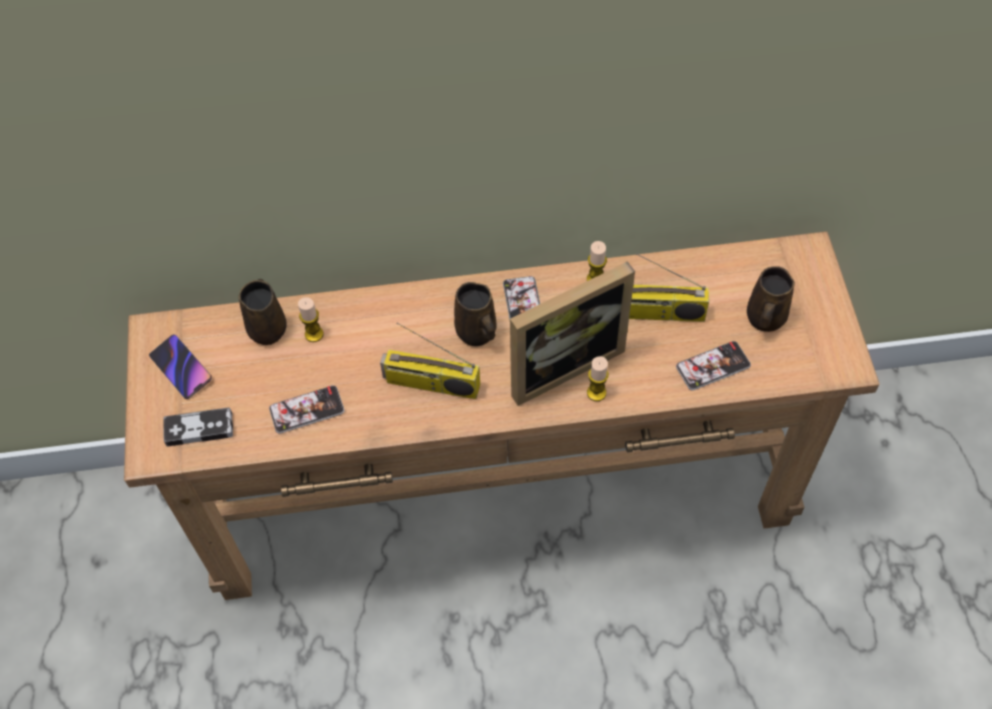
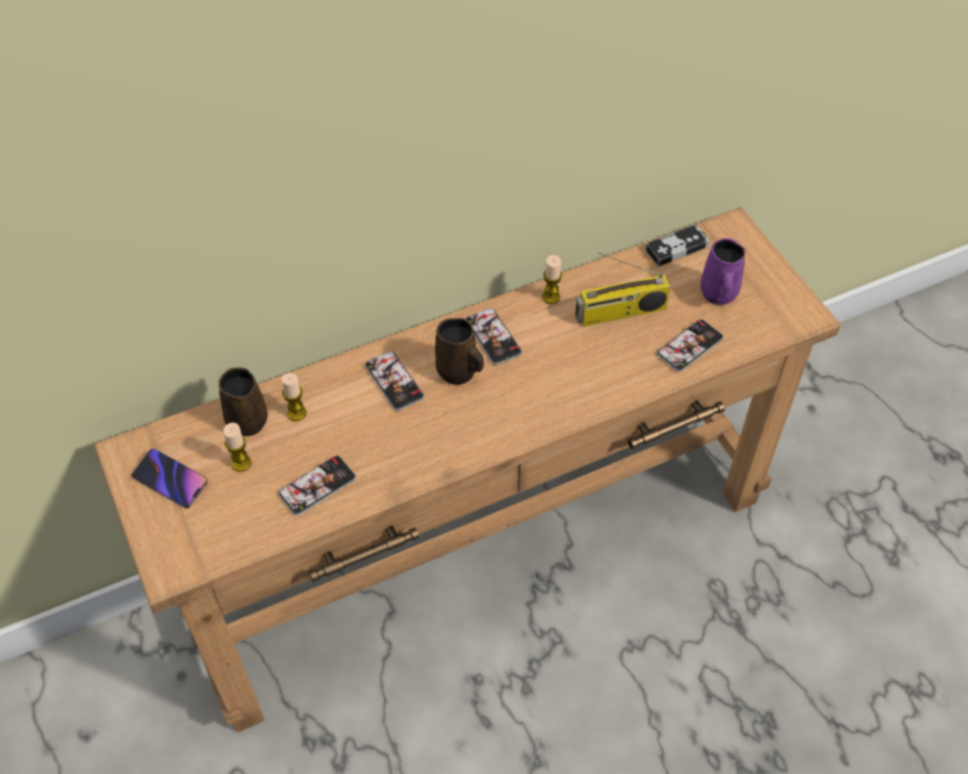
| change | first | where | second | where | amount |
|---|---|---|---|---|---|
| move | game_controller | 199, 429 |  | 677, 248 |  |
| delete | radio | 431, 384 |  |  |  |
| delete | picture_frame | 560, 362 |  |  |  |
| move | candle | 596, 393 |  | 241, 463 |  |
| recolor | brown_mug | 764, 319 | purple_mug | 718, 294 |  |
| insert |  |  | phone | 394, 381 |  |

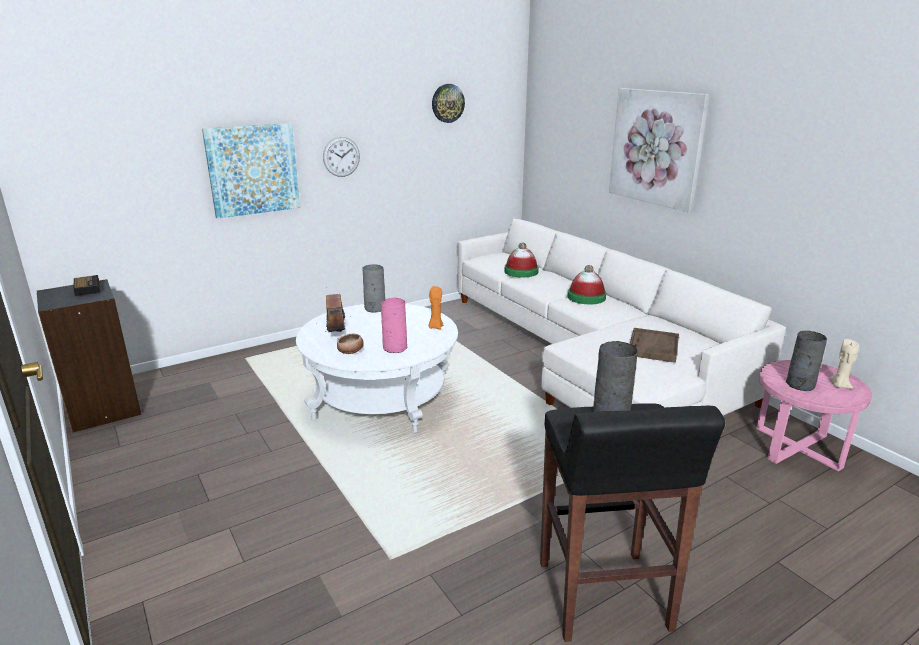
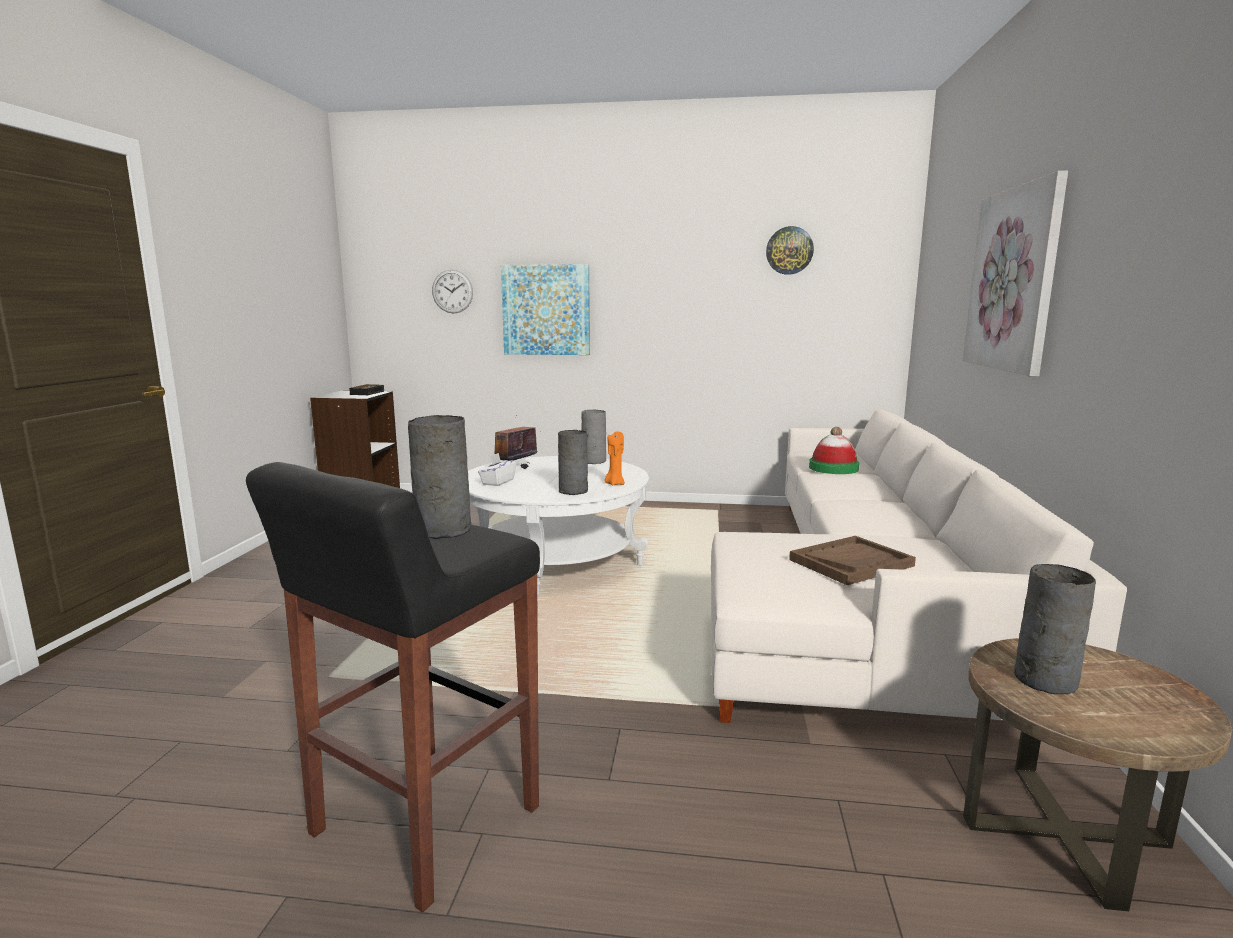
| change | first | where | second | where | amount |
|---|---|---|---|---|---|
| move | wall_clock | 341, 157 |  | 452, 291 |  |
| replace | bowl | 351, 352 | white_tissue_box | 497, 482 |  |
| delete | pink_vase | 395, 347 |  |  |  |
| delete | hat | 586, 297 |  |  |  |
| recolor | pink_side_table | 797, 447 | brown_side_table | 1064, 831 |  |
| delete | beige_candle | 839, 385 |  |  |  |
| insert |  |  | grey_vase | 574, 491 |  |

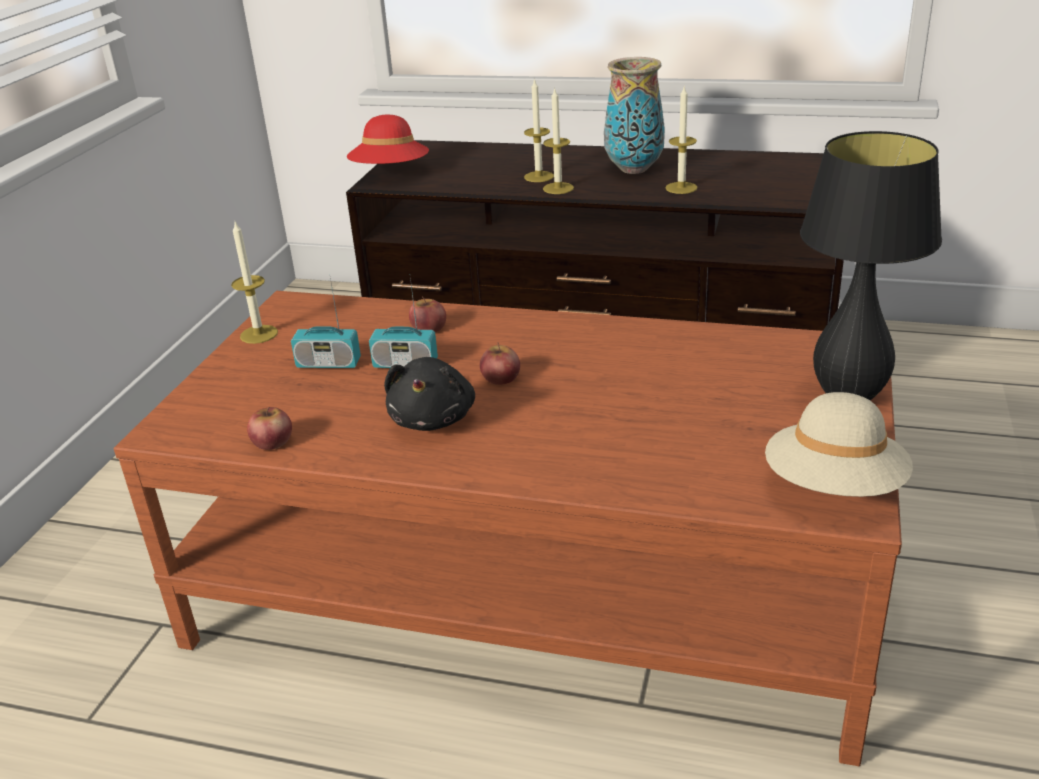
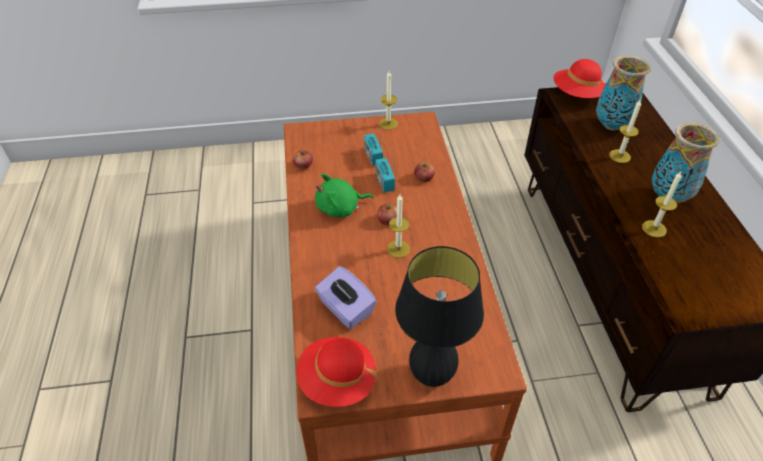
| change | first | where | second | where | amount |
|---|---|---|---|---|---|
| recolor | black_plush_toy | 433, 419 | green_plush_toy | 340, 208 |  |
| move | candle | 558, 188 |  | 398, 249 |  |
| recolor | beige_hat | 834, 487 | red_hat | 337, 381 |  |
| insert |  |  | purple_tissue_box | 345, 309 |  |
| insert |  |  | vase | 612, 125 |  |

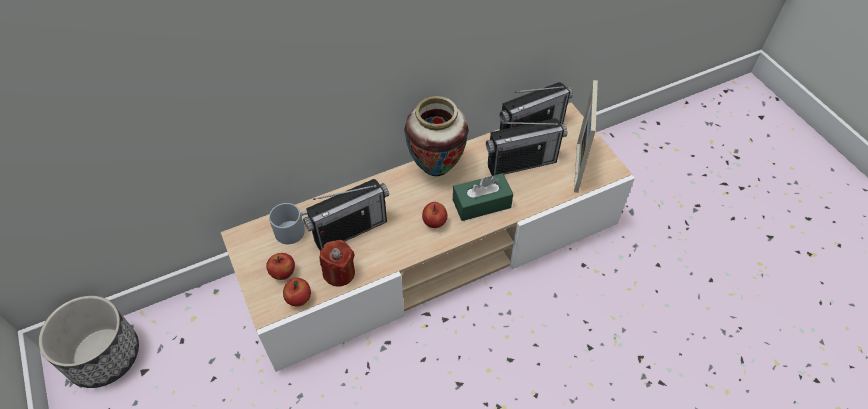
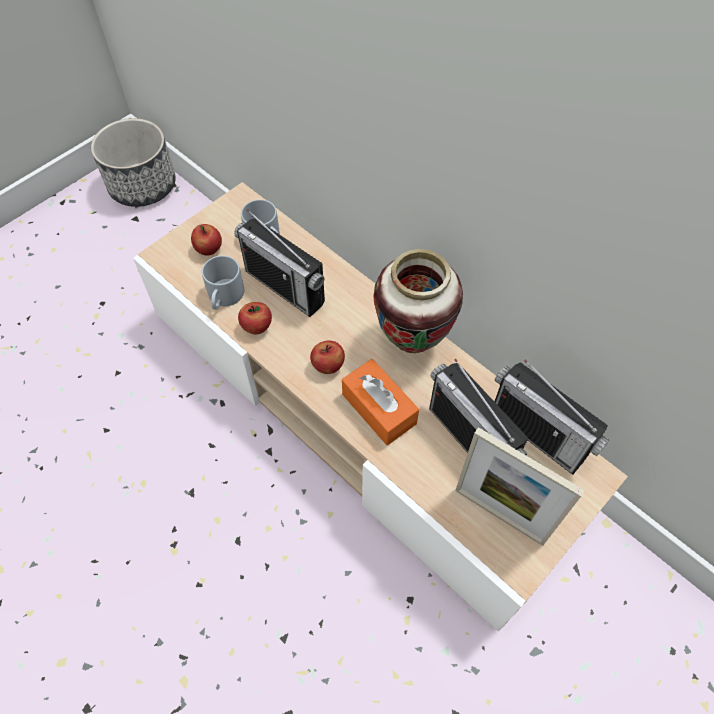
| change | first | where | second | where | amount |
|---|---|---|---|---|---|
| move | apple | 299, 299 |  | 257, 327 |  |
| replace | red_candle | 339, 273 | grey_mug | 225, 297 |  |
| recolor | green_tissue_box | 481, 204 | orange_tissue_box | 379, 409 |  |
| rotate | picture_frame | 577, 167 |  | 499, 515 | 135 degrees counterclockwise |

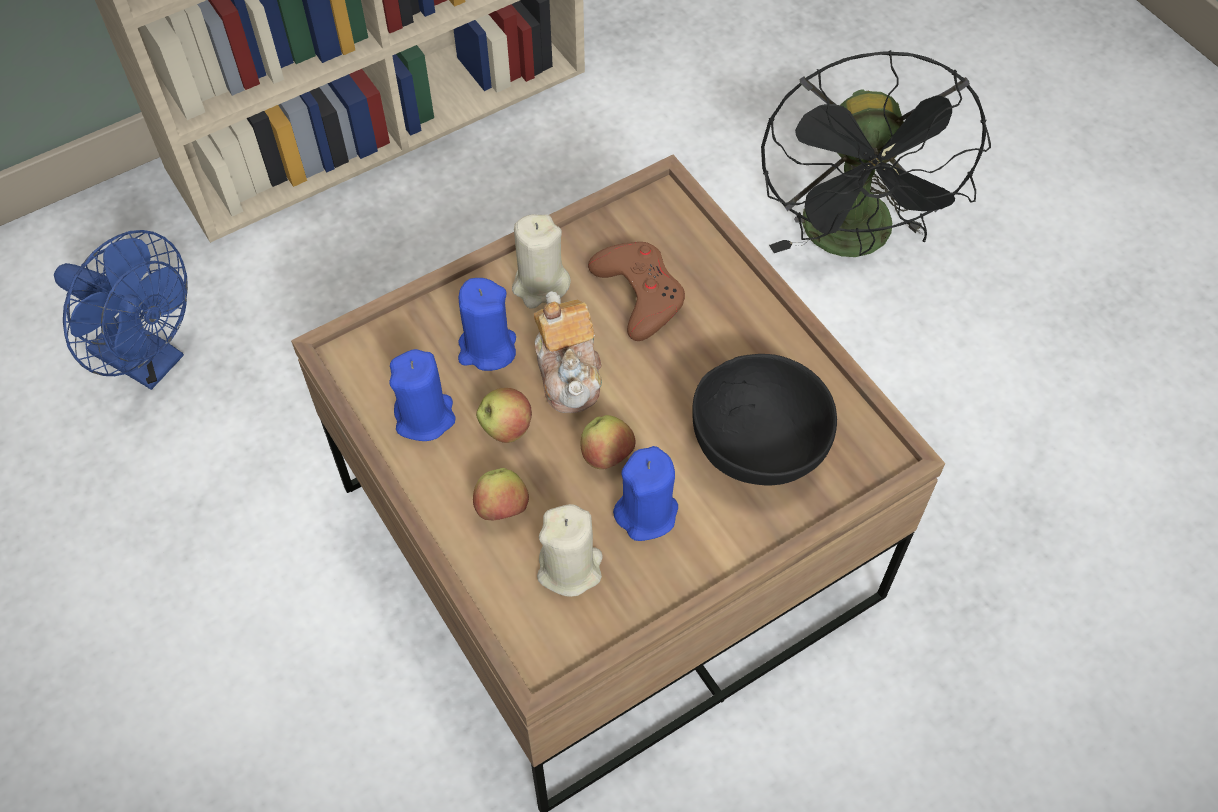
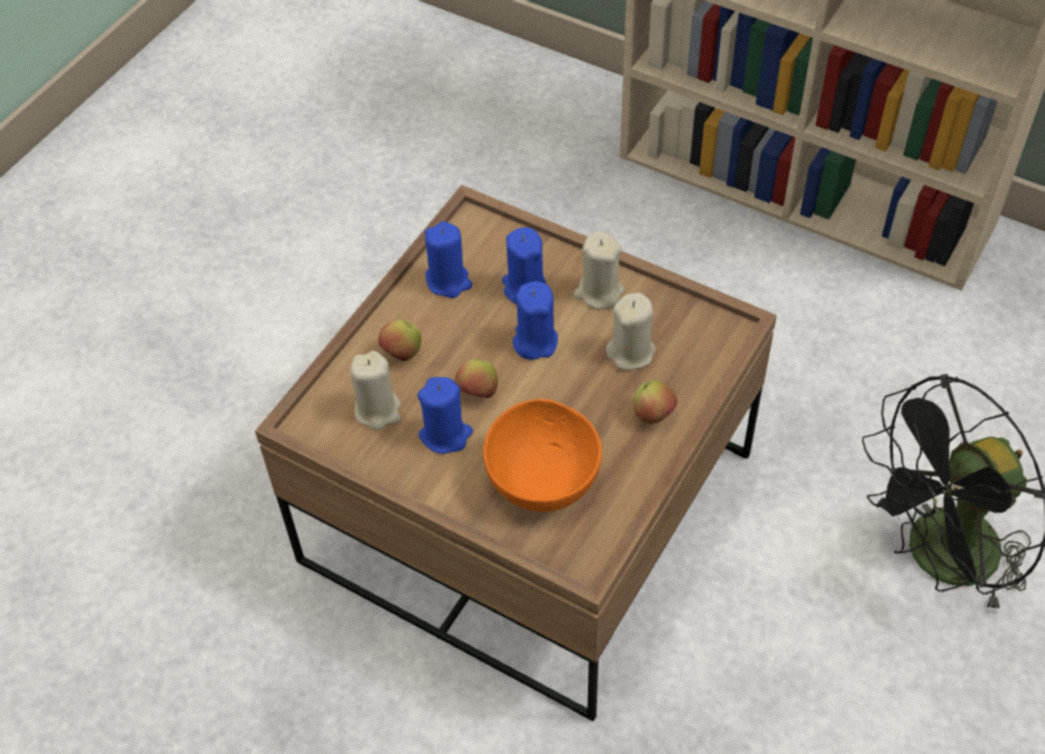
| change | first | where | second | where | amount |
|---|---|---|---|---|---|
| delete | blue_fan | 150, 361 |  |  |  |
| move | apple | 506, 428 |  | 653, 415 |  |
| replace | teapot | 569, 372 | blue_candle | 535, 341 |  |
| replace | brown_game_controller | 639, 293 | beige_candle | 631, 352 |  |
| recolor | black_bowl | 756, 442 | orange_bowl | 544, 476 |  |

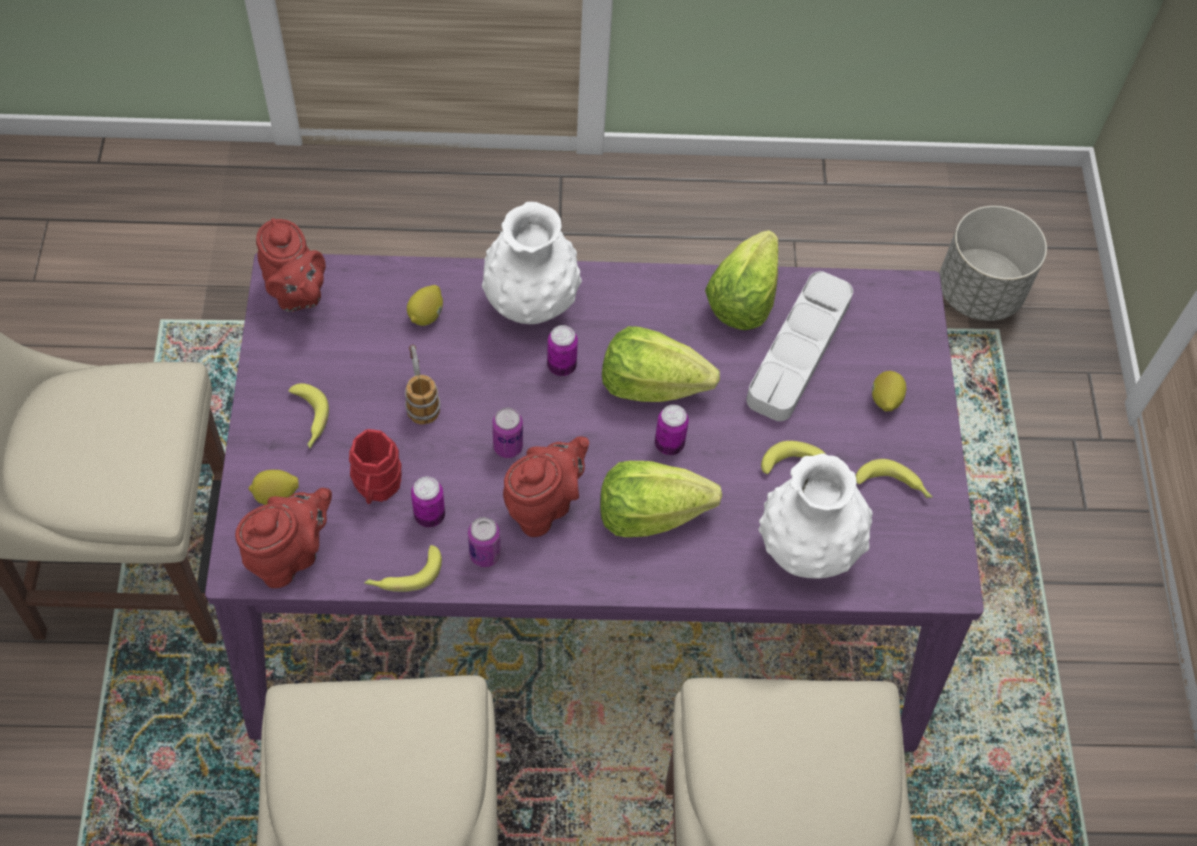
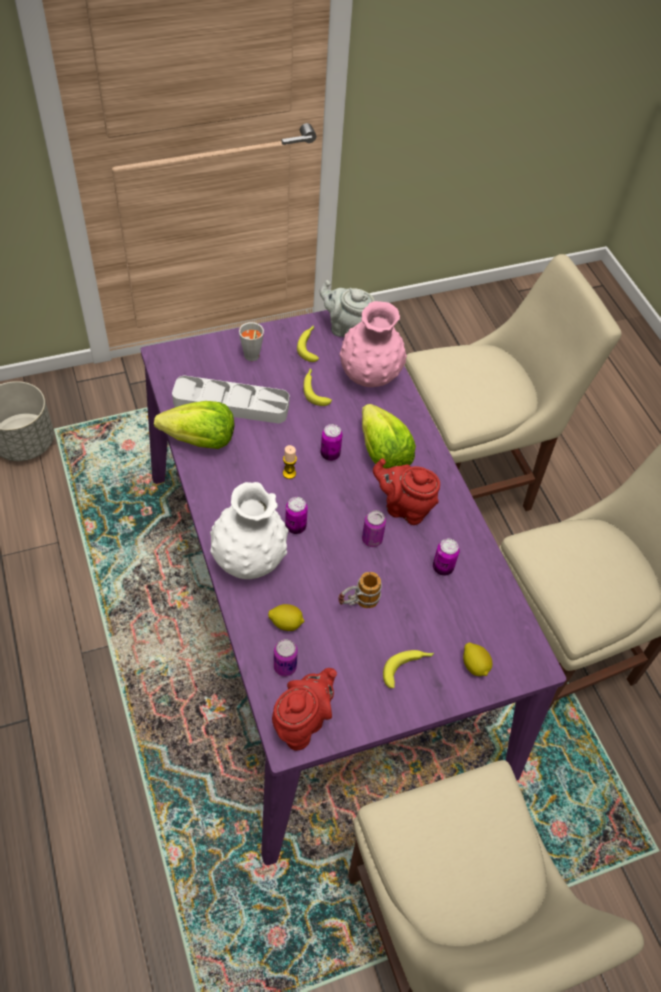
| change | first | where | second | where | amount |
|---|---|---|---|---|---|
| delete | red_teapot | 290, 555 |  |  |  |
| delete | red_mug | 376, 486 |  |  |  |
| delete | banana | 404, 575 |  |  |  |
| move | can | 485, 554 |  | 285, 667 |  |
| replace | lettuce | 651, 384 | candle | 289, 473 |  |
| recolor | white_vase | 807, 548 | pink_vase | 369, 376 |  |
| replace | lemon | 885, 400 | grey_cup | 251, 358 |  |
| insert |  |  | grey_teapot | 347, 330 |  |

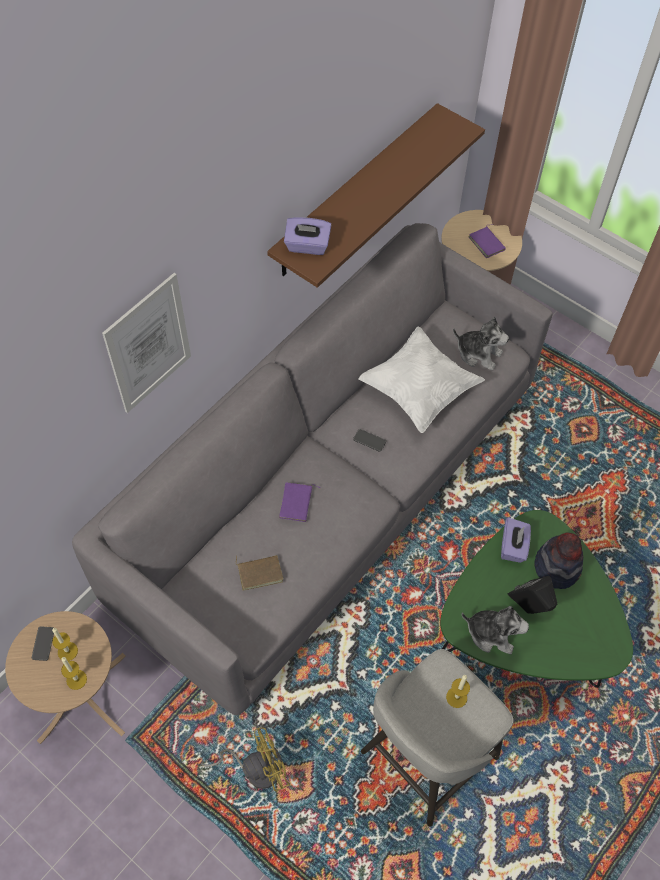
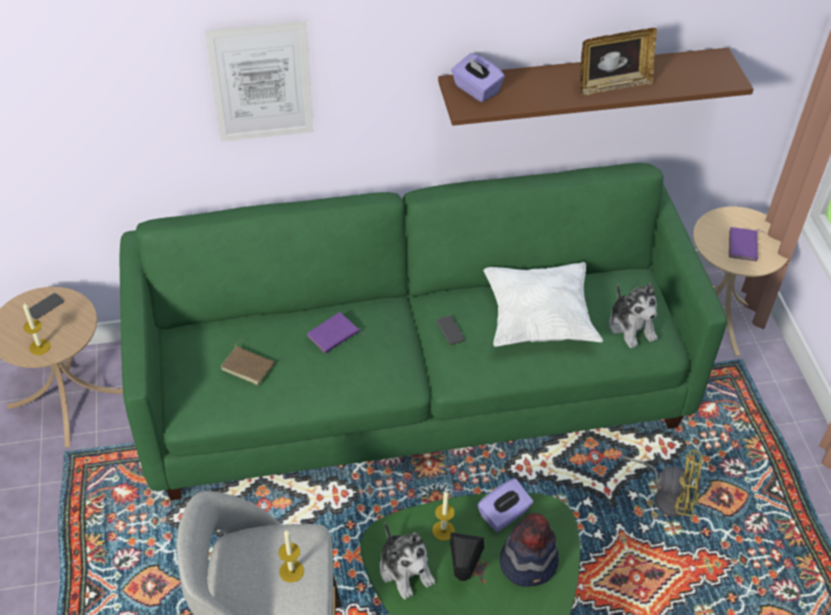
| change | first | where | second | where | amount |
|---|---|---|---|---|---|
| move | candle | 67, 651 |  | 443, 530 |  |
| recolor | grey_sofa | 328, 495 | green_sofa | 413, 387 |  |
| move | yellow_fan | 256, 768 |  | 667, 496 |  |
| insert |  |  | picture_frame | 612, 85 |  |

